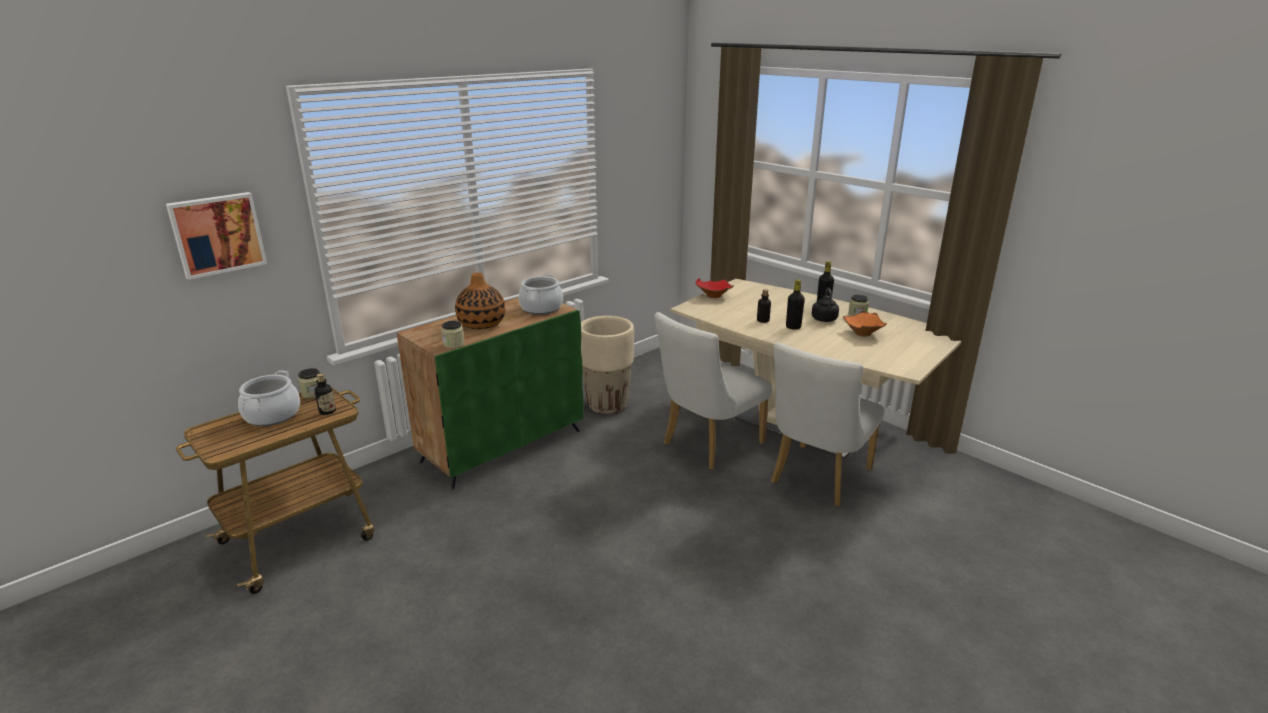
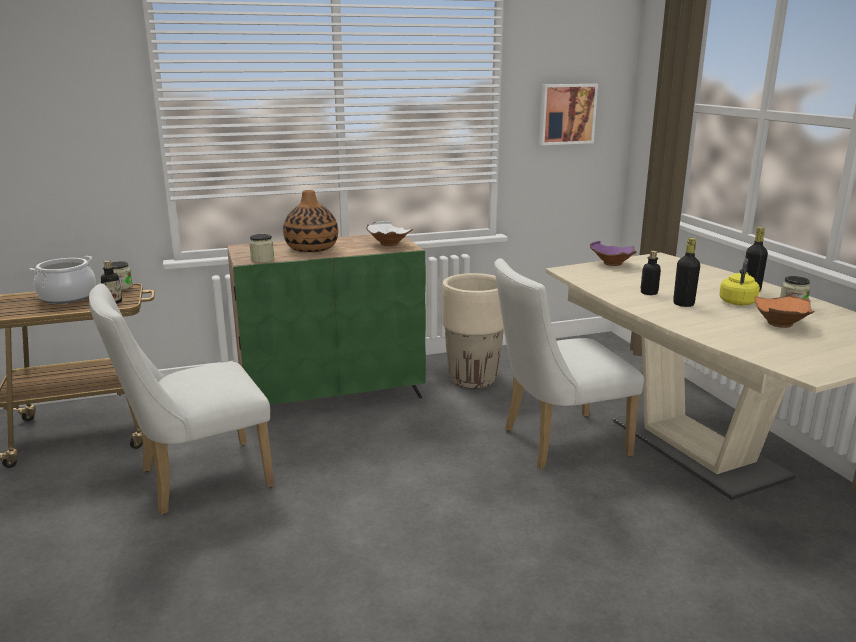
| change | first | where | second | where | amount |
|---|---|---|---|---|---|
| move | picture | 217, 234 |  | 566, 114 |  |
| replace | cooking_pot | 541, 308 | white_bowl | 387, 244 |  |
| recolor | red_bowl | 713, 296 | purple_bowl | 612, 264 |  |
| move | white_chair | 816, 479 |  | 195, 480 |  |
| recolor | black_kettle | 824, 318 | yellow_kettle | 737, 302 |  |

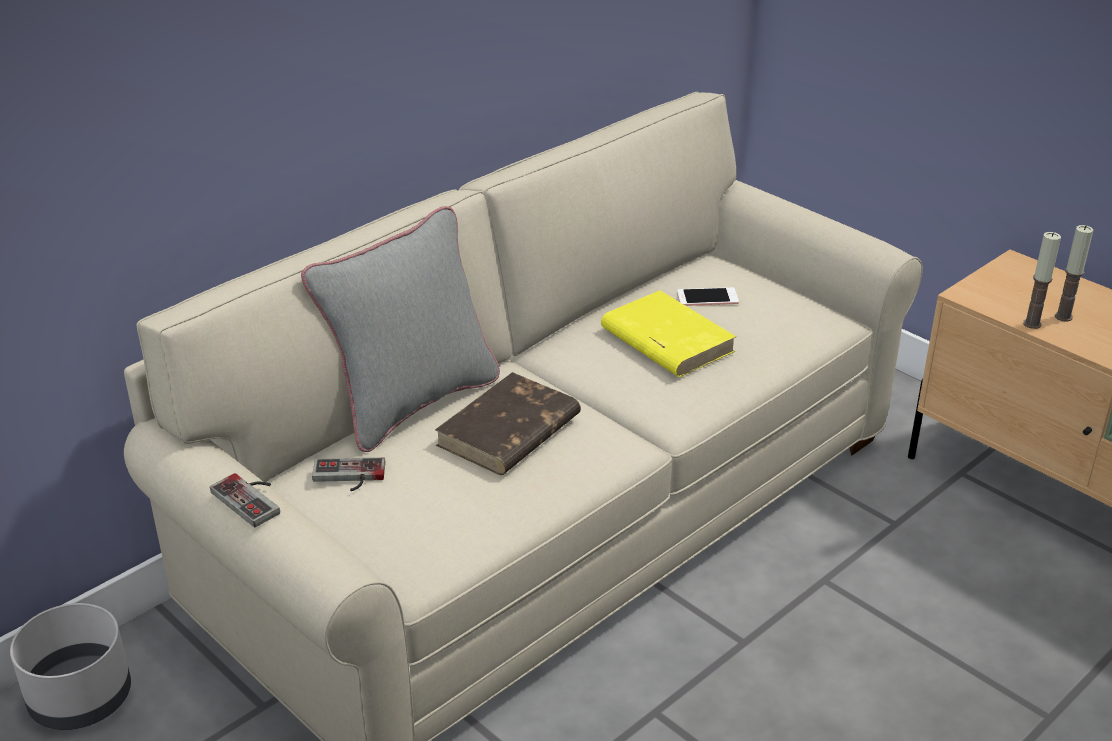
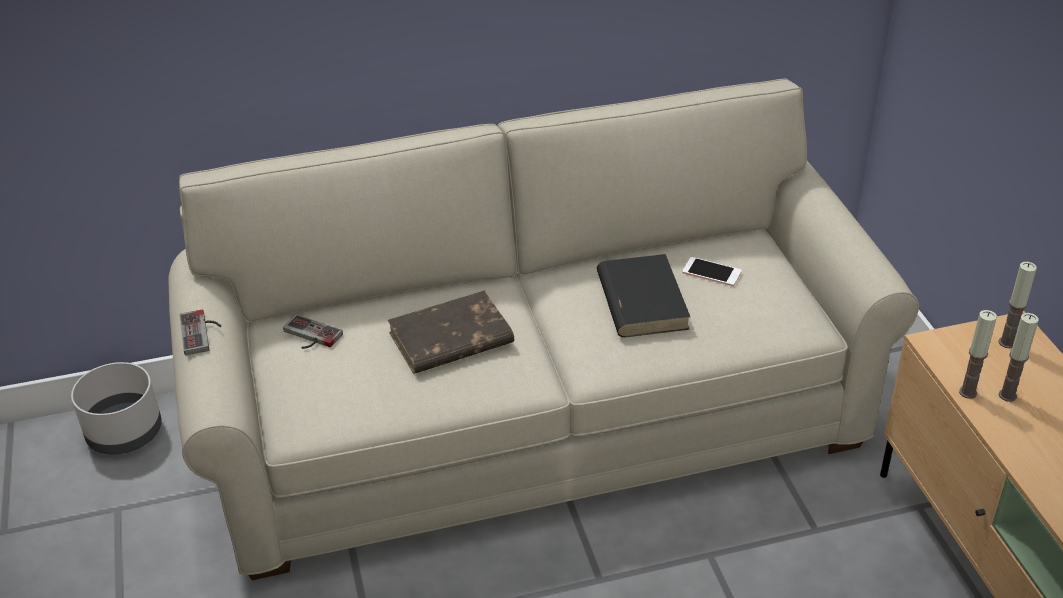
| change | first | where | second | where | amount |
|---|---|---|---|---|---|
| delete | grey_pillow | 412, 402 |  |  |  |
| recolor | yellow_book | 666, 340 | black_book | 641, 300 |  |
| insert |  |  | candle | 1007, 342 |  |

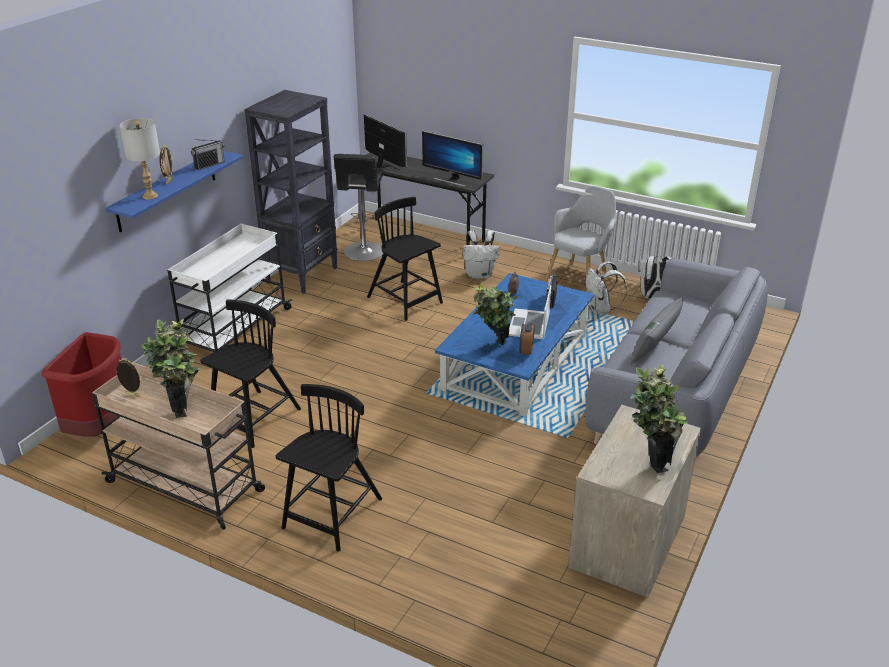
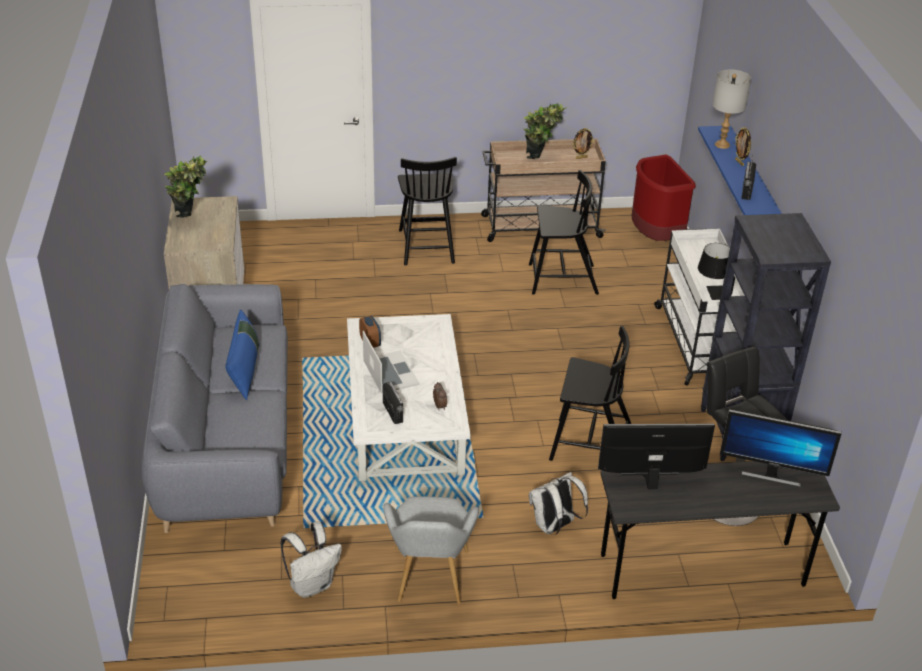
| change | first | where | second | where | amount |
|---|---|---|---|---|---|
| rotate | black_chair | 254, 419 |  | 561, 279 | 90 degrees counterclockwise |
| recolor | blue_coffee_table | 516, 362 | white_coffee_table | 404, 415 |  |
| delete | potted_plant | 493, 348 |  |  |  |
| delete | white_backpack | 600, 310 |  |  |  |
| recolor | grey_pillow | 654, 347 | blue_pillow | 245, 371 |  |
| insert |  |  | black_table_lamp | 712, 294 |  |

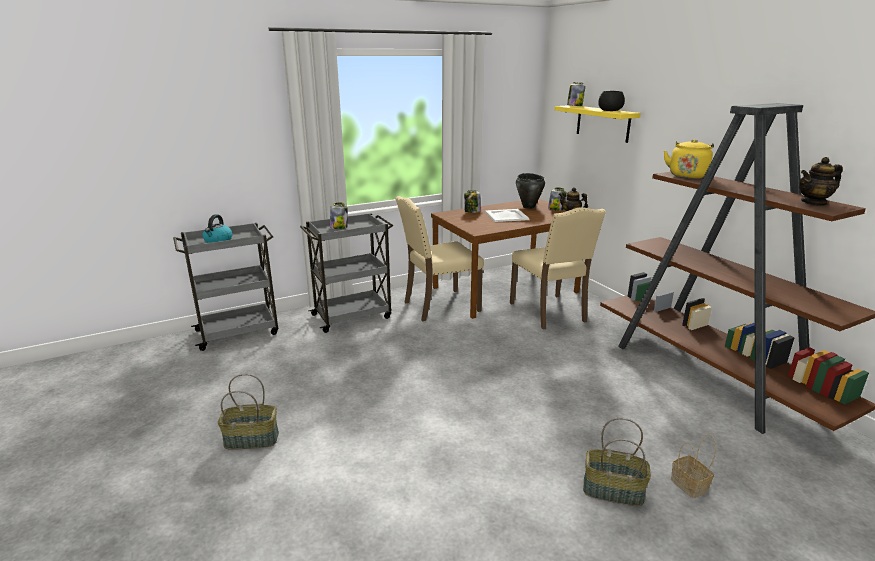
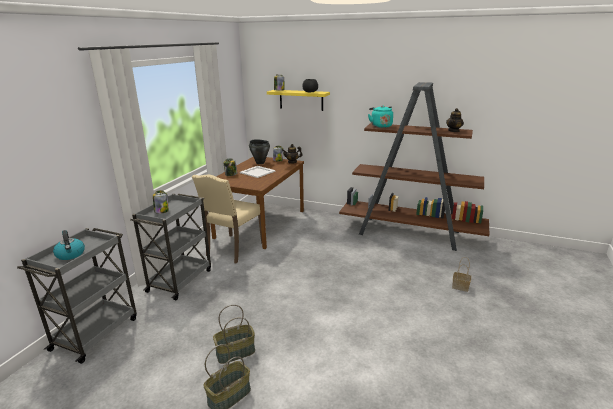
| change | first | where | second | where | amount |
|---|---|---|---|---|---|
| delete | beige_chair | 549, 312 |  |  |  |
| move | basket | 612, 491 |  | 235, 353 |  |
| recolor | yellow_kettle | 687, 175 | turquoise_kettle | 380, 126 |  |

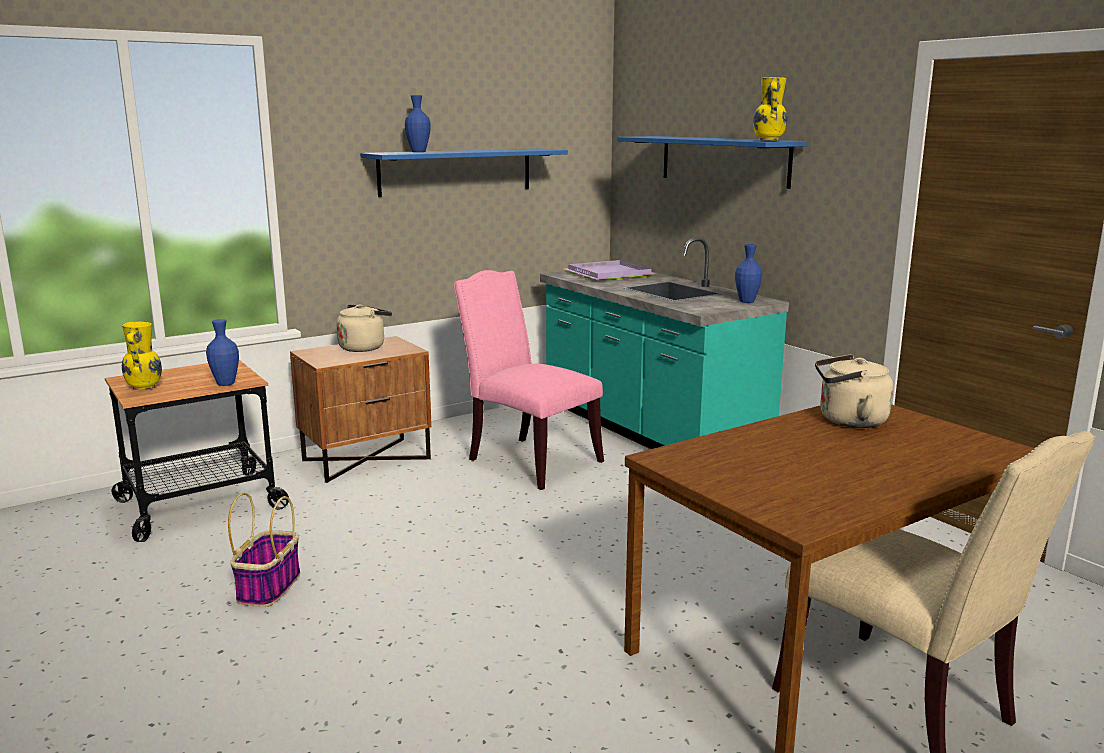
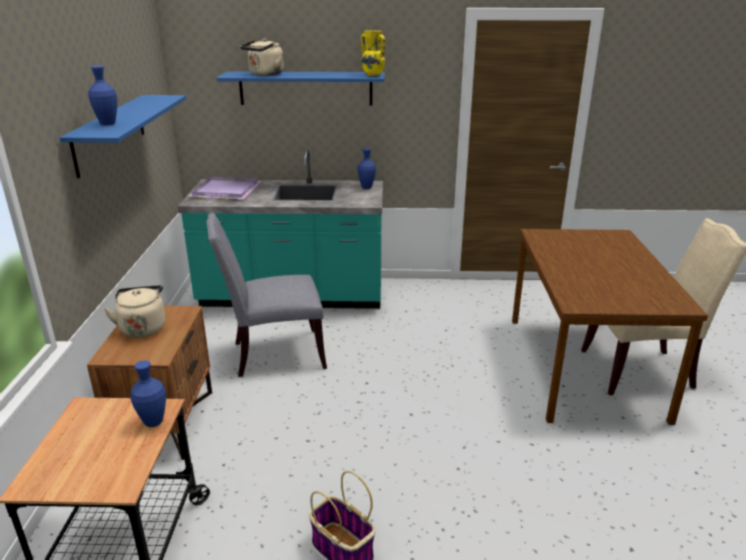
| change | first | where | second | where | amount |
|---|---|---|---|---|---|
| delete | yellow_vase | 145, 388 |  |  |  |
| recolor | pink_chair | 528, 460 | grey_chair | 274, 354 |  |
| move | beige_kettle | 848, 421 |  | 265, 74 |  |

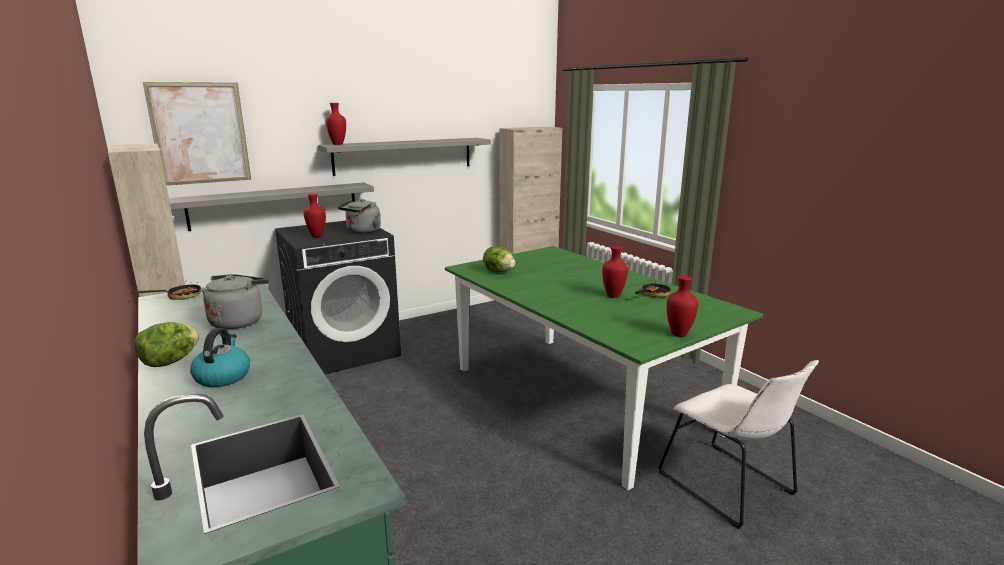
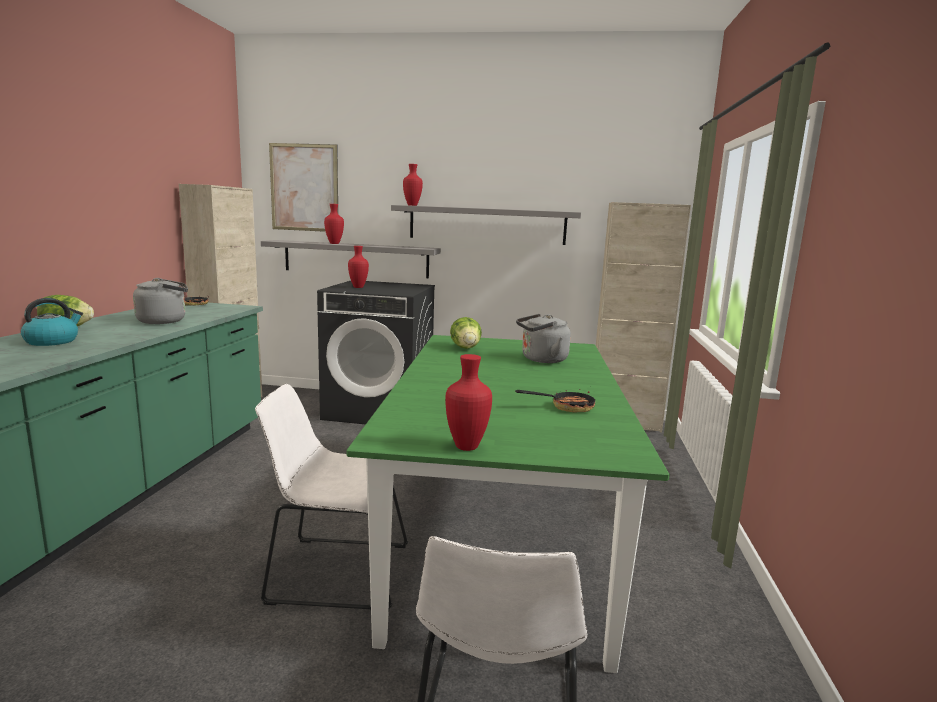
| change | first | where | second | where | amount |
|---|---|---|---|---|---|
| move | grey_kettle | 362, 231 |  | 541, 360 |  |
| move | red_vase | 613, 296 |  | 333, 243 |  |
| insert |  |  | white_chair | 333, 572 |  |

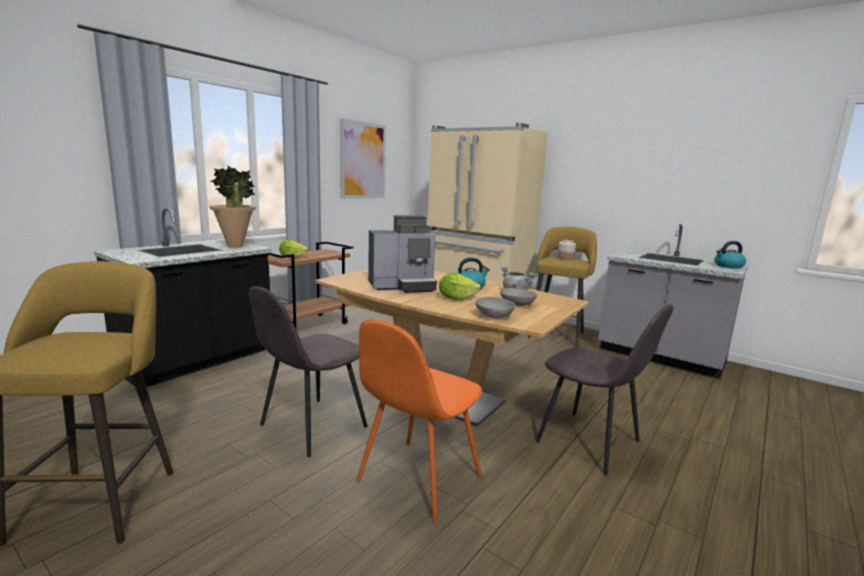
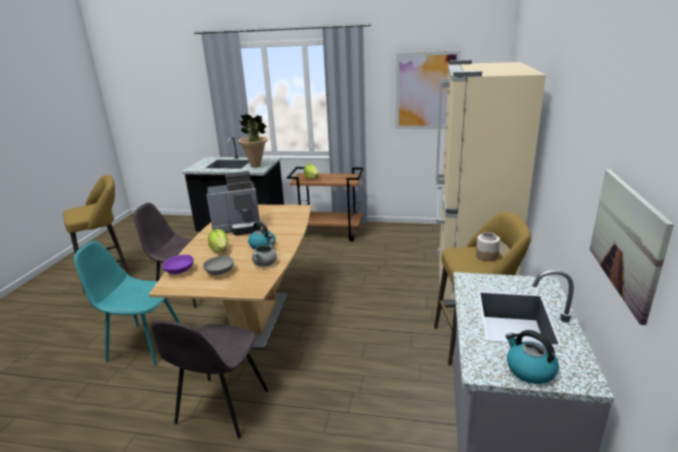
| change | first | where | second | where | amount |
|---|---|---|---|---|---|
| recolor | orange_chair | 417, 480 | turquoise_chair | 144, 344 |  |
| rotate | coffee_machine | 403, 286 |  | 239, 228 | 60 degrees counterclockwise |
| recolor | grey_bowl | 494, 316 | purple_bowl | 180, 271 |  |
| insert |  |  | picture | 626, 239 |  |

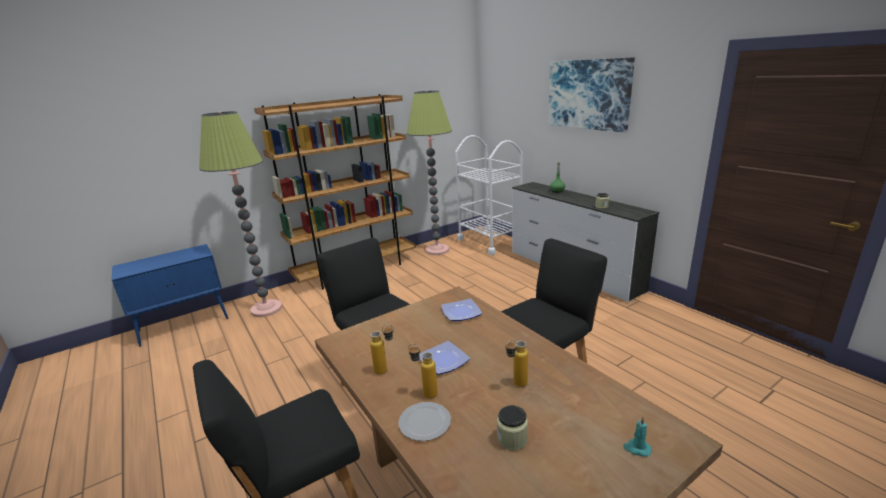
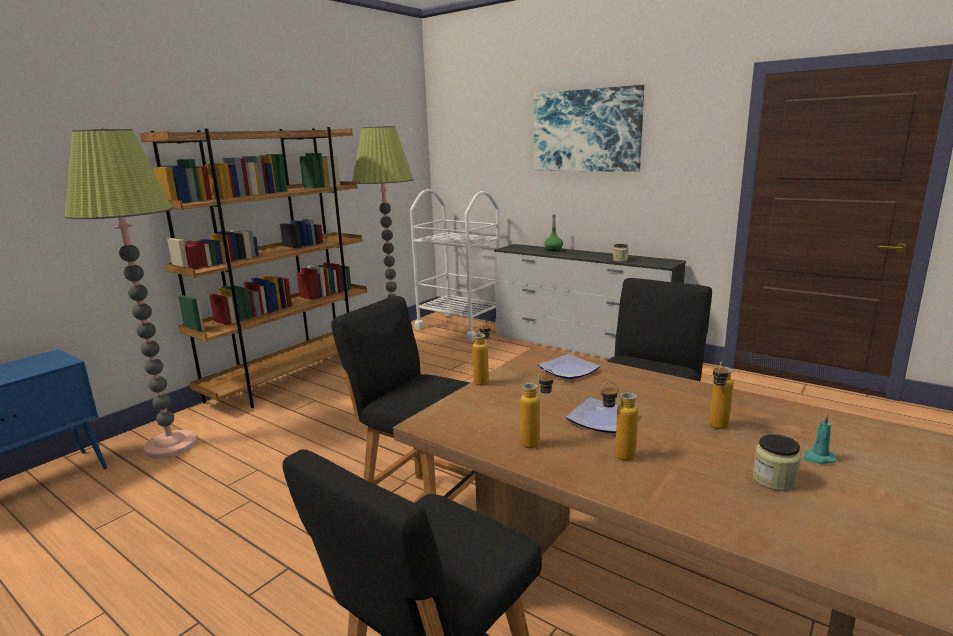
| change | first | where | second | where | amount |
|---|---|---|---|---|---|
| delete | plate | 425, 423 |  |  |  |
| move | turquoise_candle | 636, 448 |  | 818, 458 |  |
| insert |  |  | bottle | 483, 380 |  |

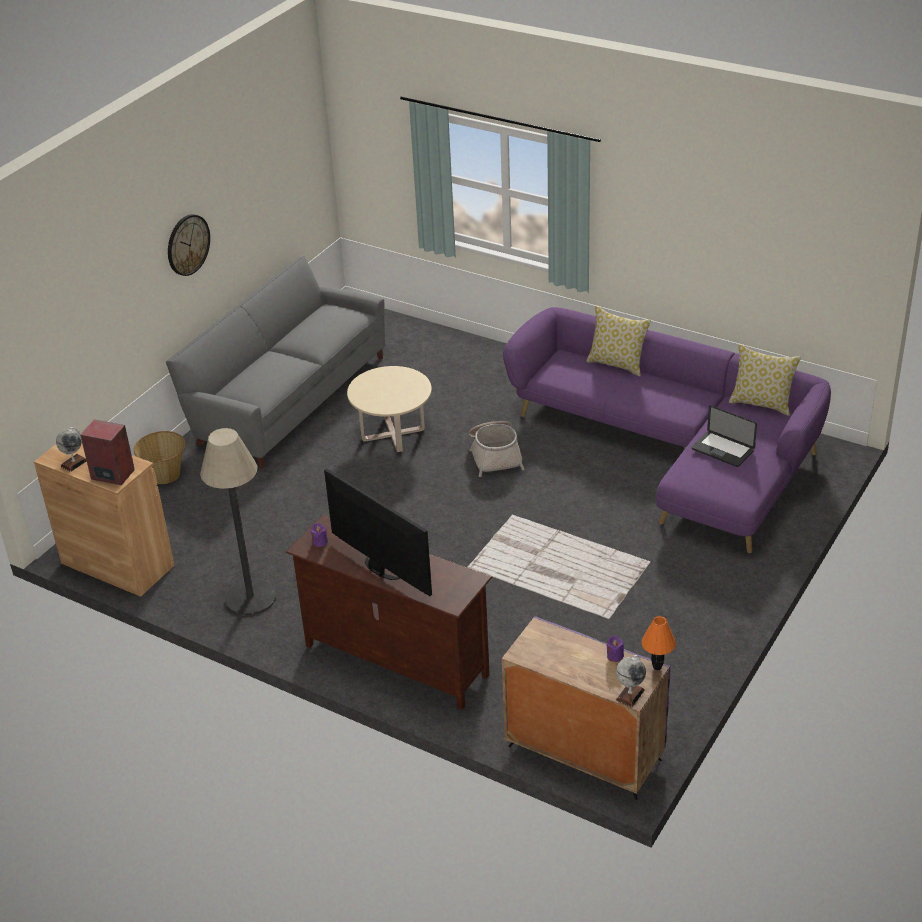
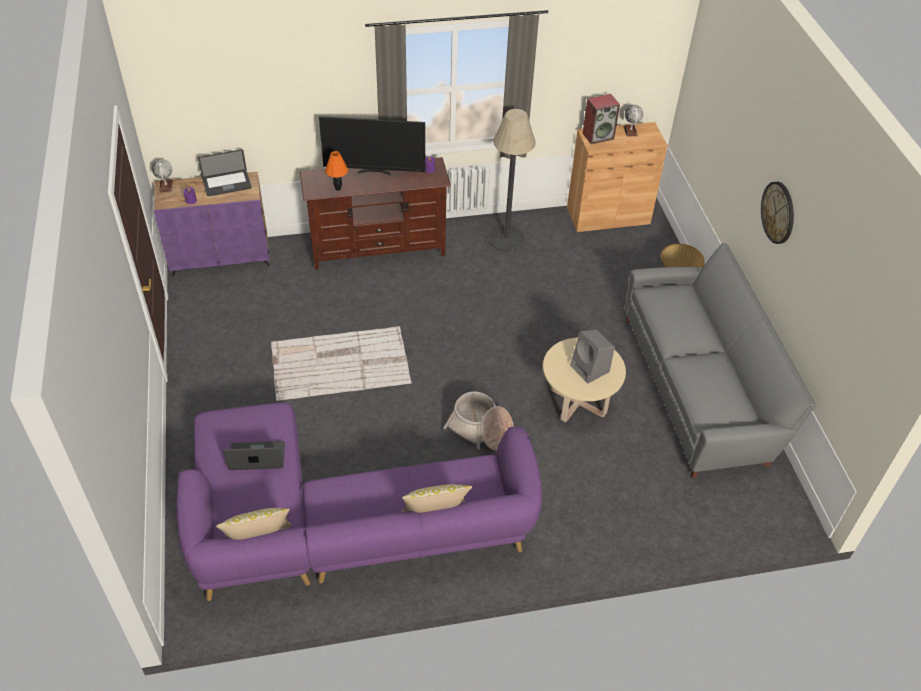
| change | first | where | second | where | amount |
|---|---|---|---|---|---|
| move | orange_table_lamp | 657, 667 |  | 338, 189 |  |
| insert |  |  | laptop | 227, 184 |  |
| insert |  |  | grey_speaker | 590, 369 |  |

